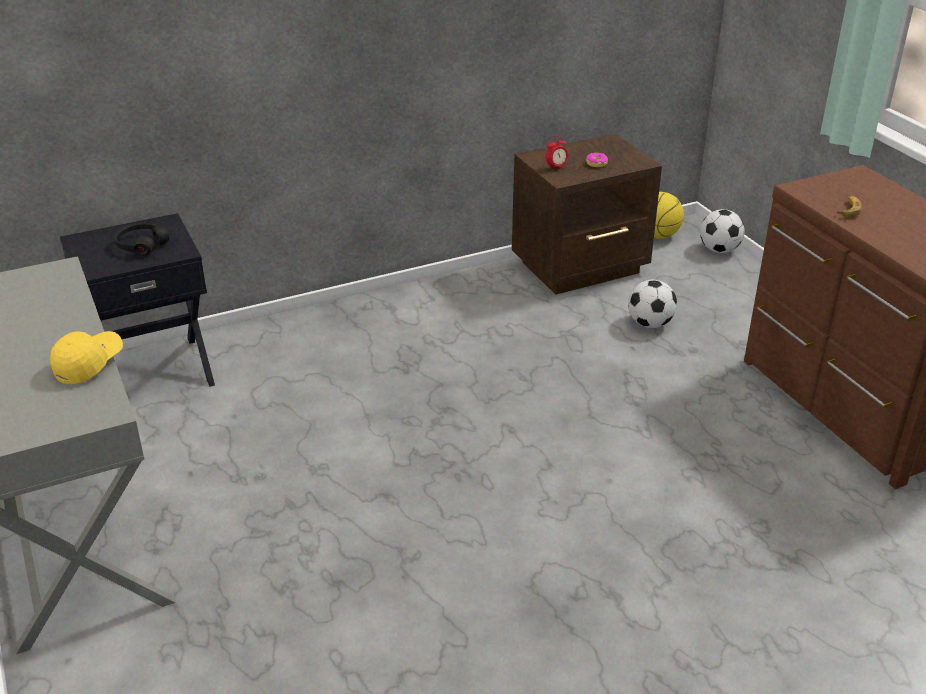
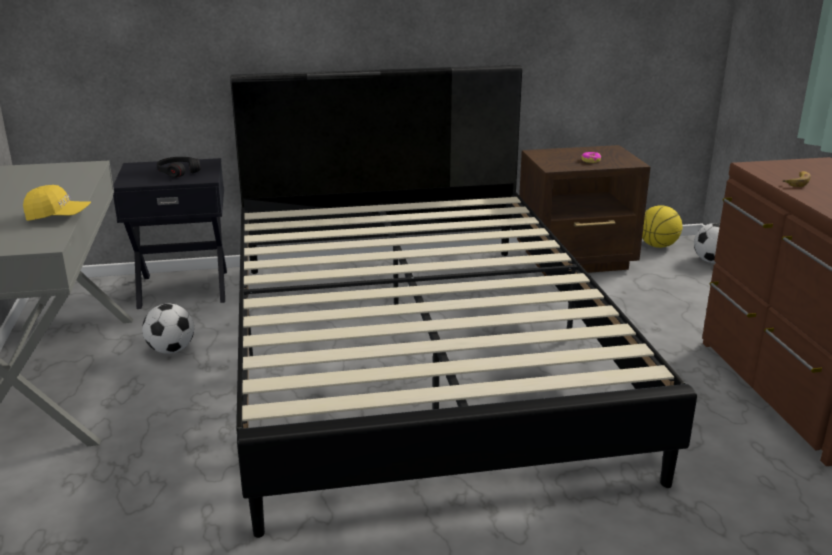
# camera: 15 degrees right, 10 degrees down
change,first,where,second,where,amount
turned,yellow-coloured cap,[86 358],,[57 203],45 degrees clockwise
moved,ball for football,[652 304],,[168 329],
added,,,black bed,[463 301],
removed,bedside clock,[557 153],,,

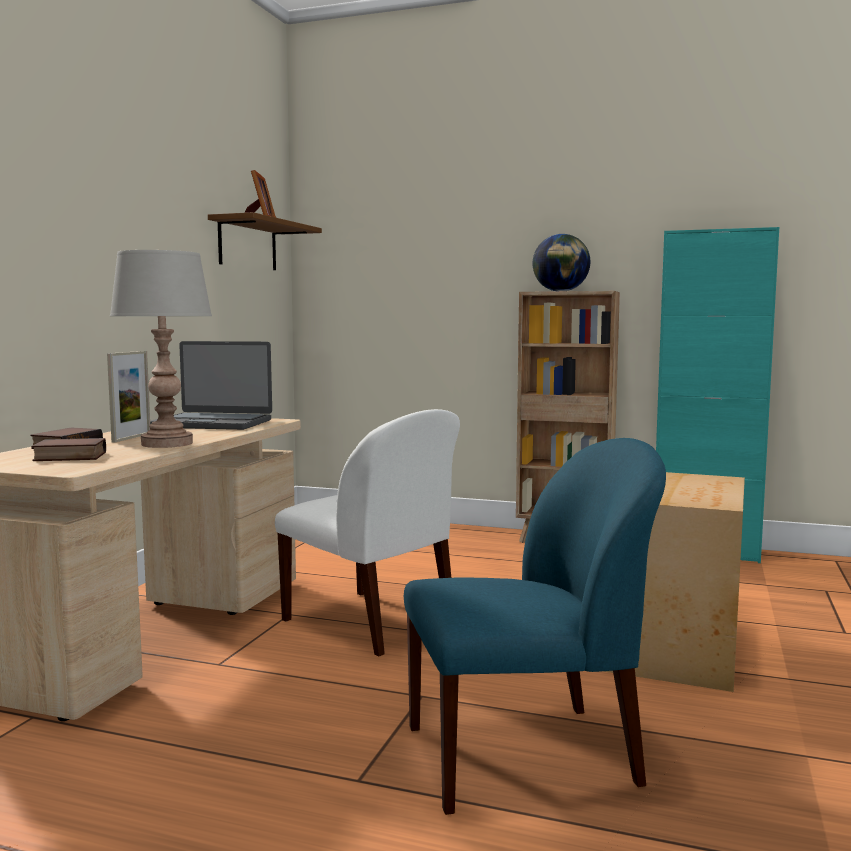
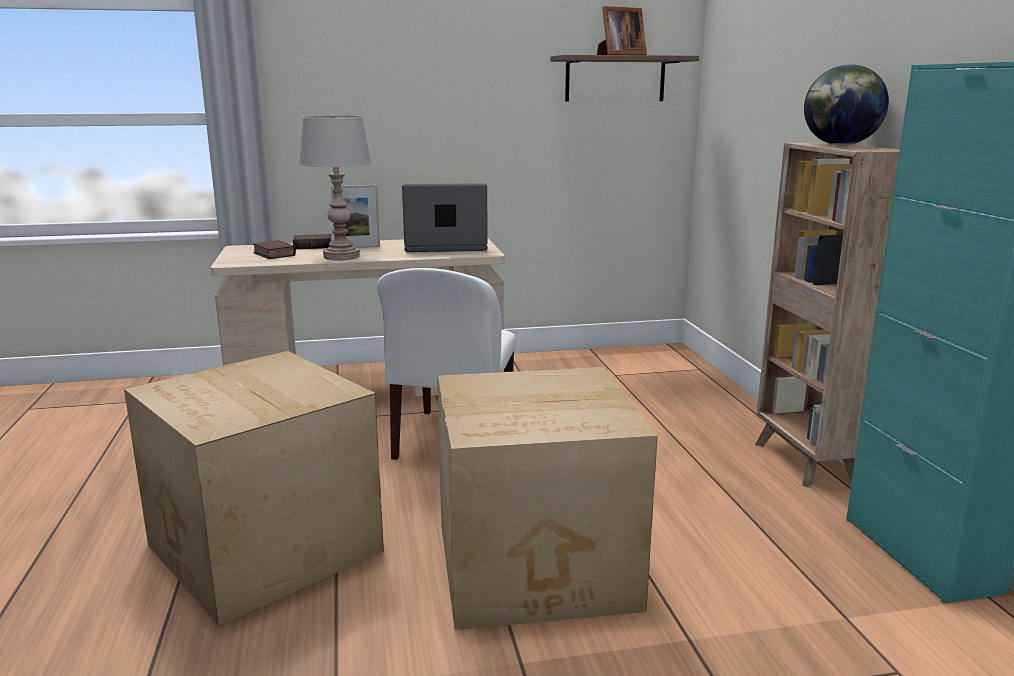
# camera: 60 degrees right, 10 degrees up
change,first,where,second,where,amount
replaced,blue plain chair,[535 626],cardboard box,[254 488],
turned,laptop,[211 385],,[445 217],105 degrees clockwise

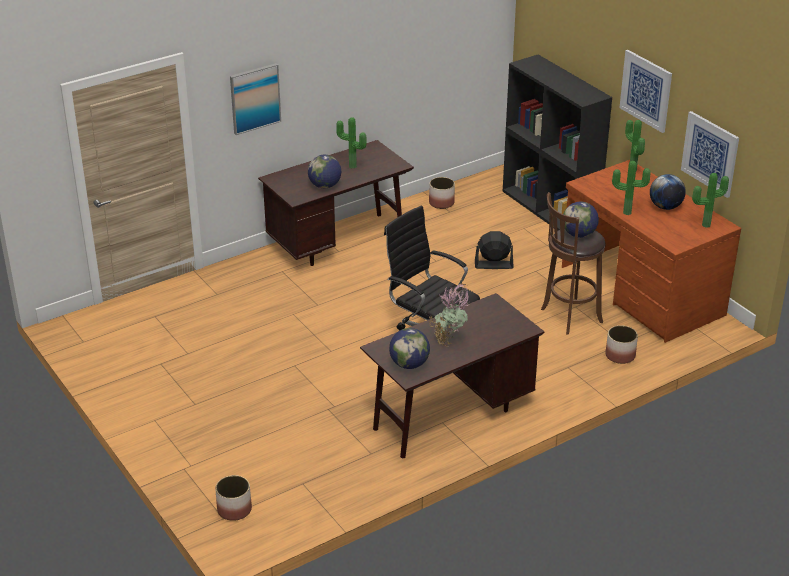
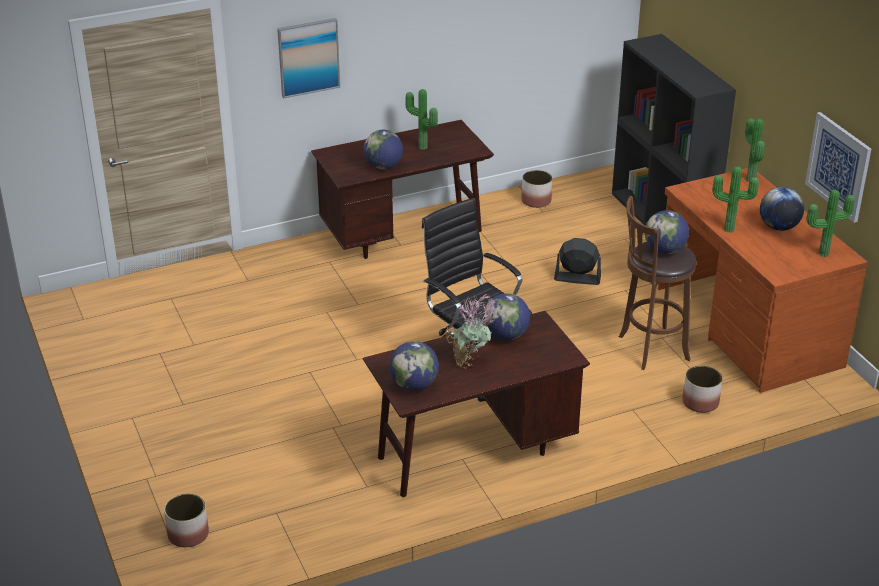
# camera: 10 degrees right, 0 degrees up
change,first,where,second,where,amount
added,,,desk globe,[506 317],
removed,wall picture,[645 91],,,

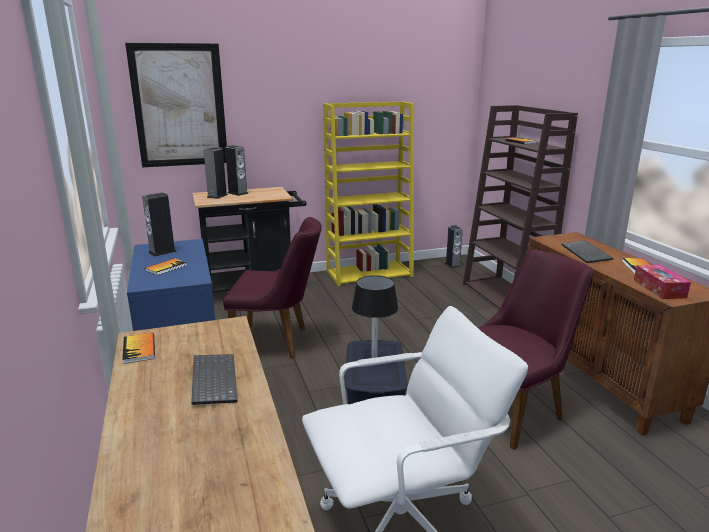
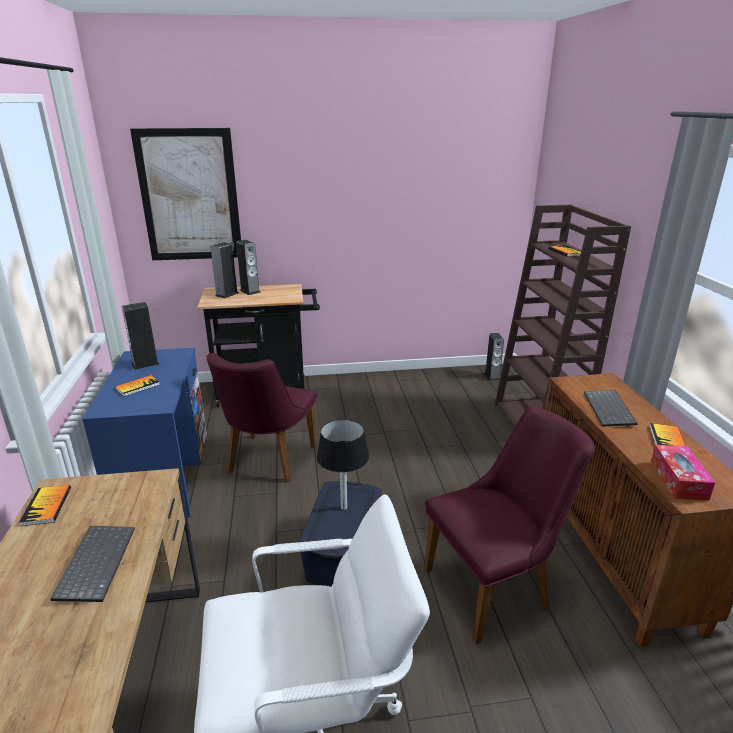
# camera: 10 degrees right, 5 degrees up
change,first,where,second,where,amount
turned,purple-coloured plain chair,[272 288],,[262 418],90 degrees clockwise
removed,yellow-coloured shelving unit,[368 193],,,

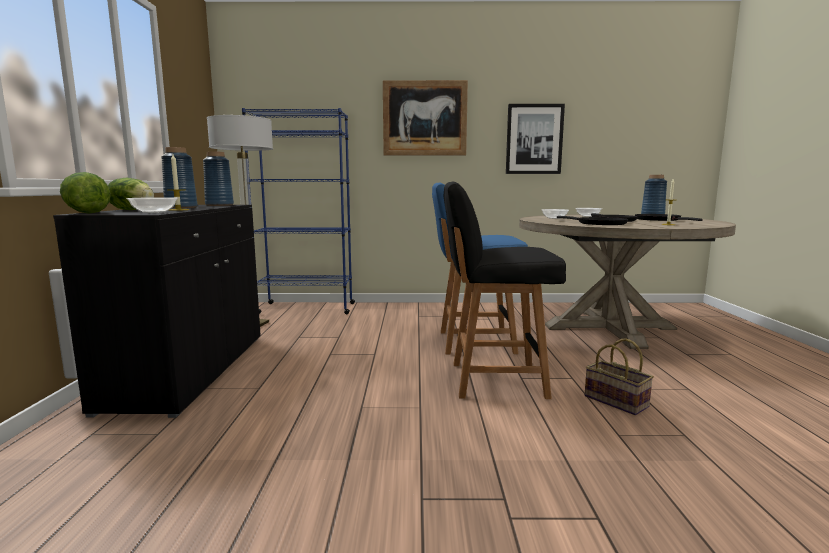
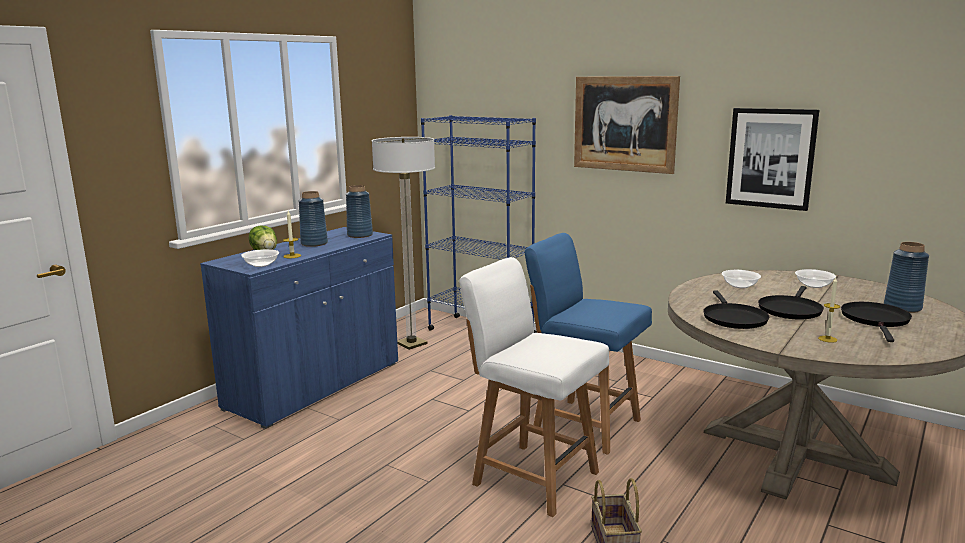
# camera: 35 degrees right, 5 degrees up
change,first,where,second,where,amount
recoloured,black cupboard,[157 311],blue cupboard,[299 328],
recoloured,black plain chair,[505 290],whitish plain chair,[534 387],
removed,lettuce,[85 192],,,

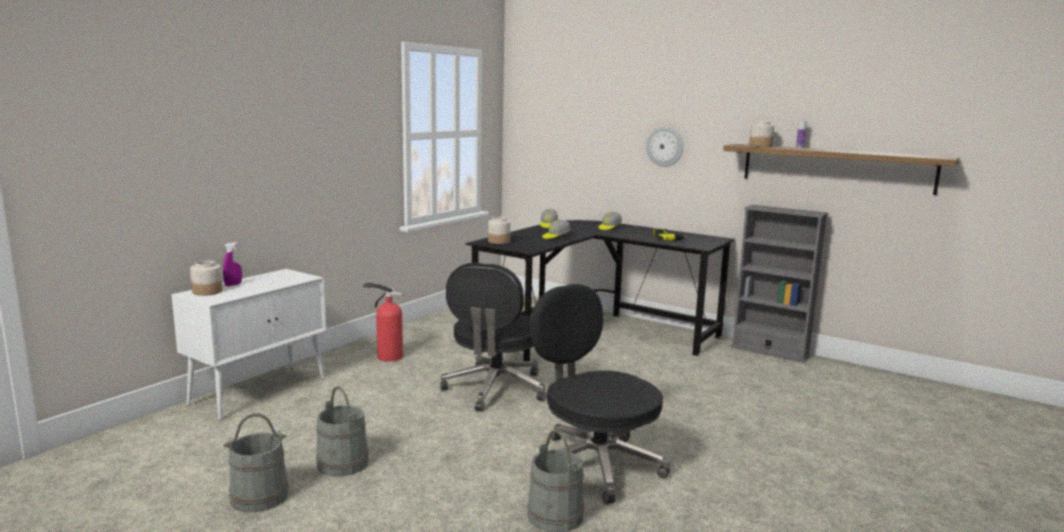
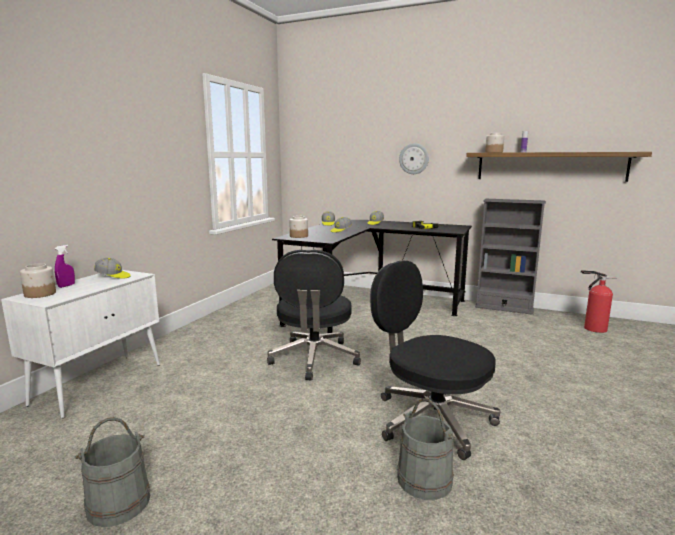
# camera: 10 degrees left, 0 degrees up
change,first,where,second,where,amount
added,,,cap,[112 268],
moved,fire extinguisher,[383 322],,[599 301],
removed,grey water bucket,[342 431],,,

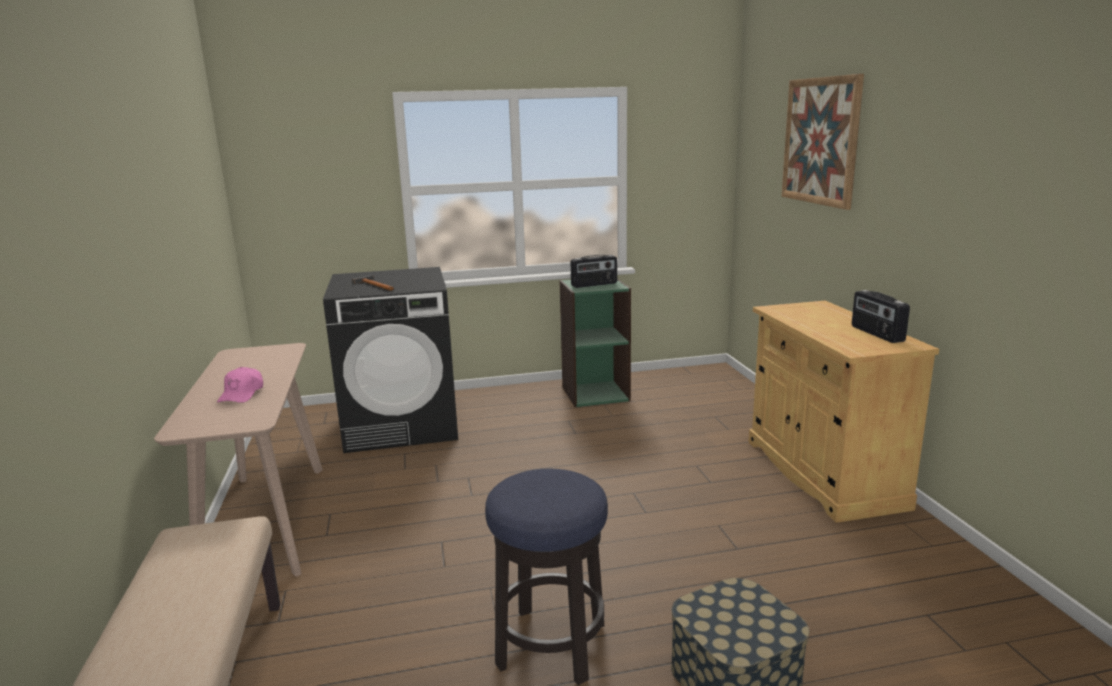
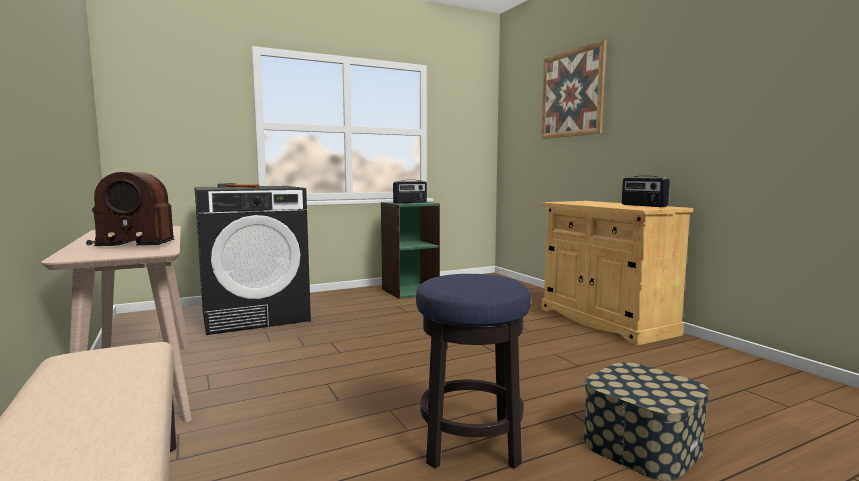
# camera: 15 degrees left, 10 degrees down
change,first,where,second,where,amount
replaced,pink cap,[240 385],radio receiver,[130 209],

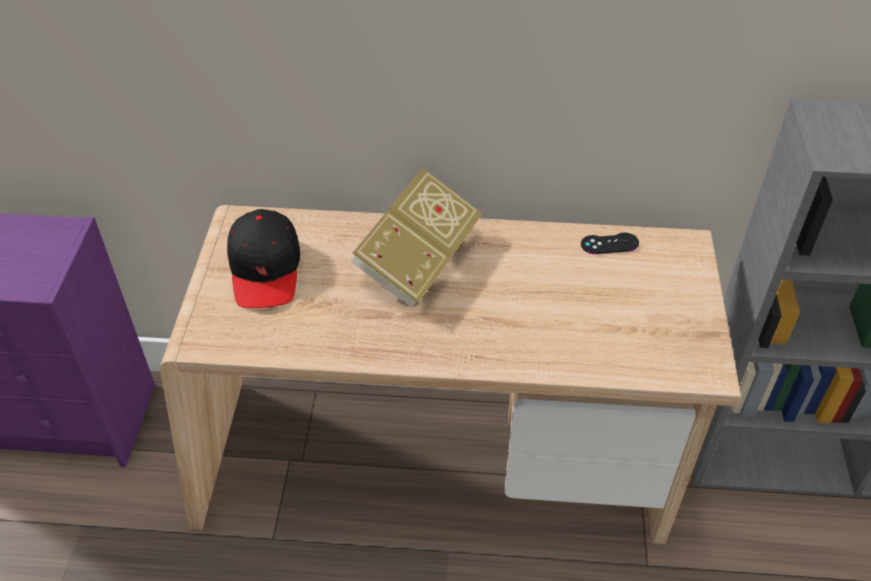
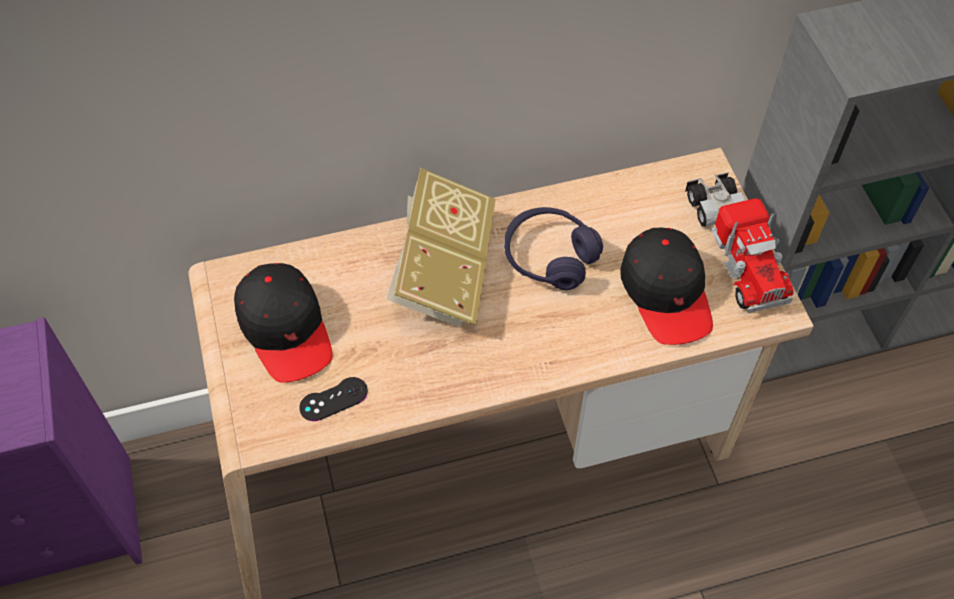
# camera: 20 degrees left, 10 degrees up
change,first,where,second,where,amount
moved,black gamepad,[610 243],,[333 399],
added,,,purple-coloured headset,[553 248],
added,,,black cap,[666 286],
added,,,model truck,[739 242],

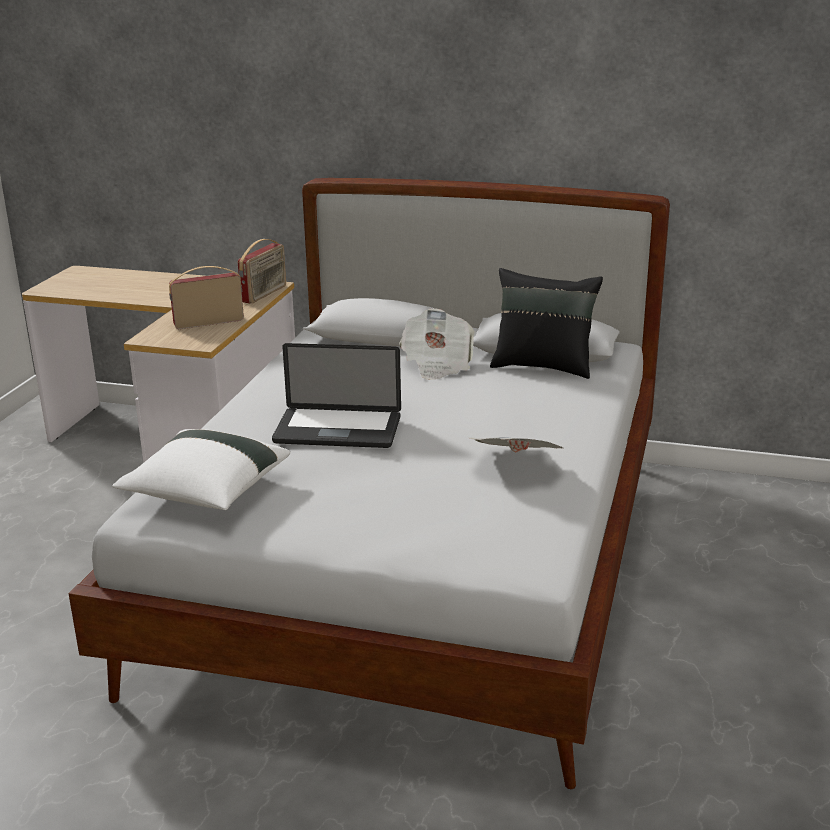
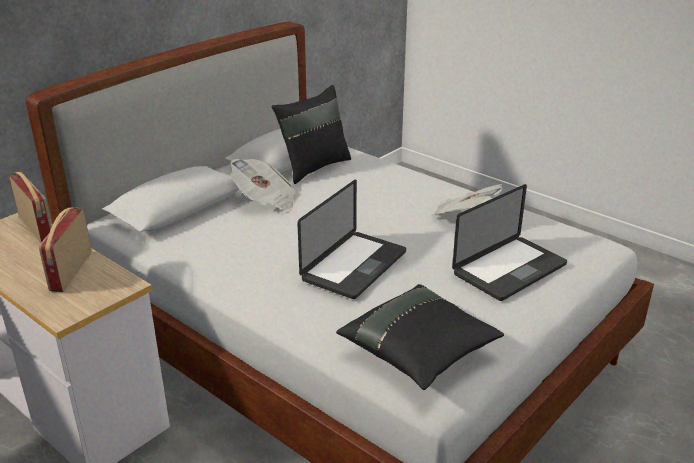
# camera: 65 degrees left, 5 degrees up
change,first,where,second,where,amount
recoloured,whitish cushion,[201 469],black cushion,[420 337],
added,,,laptop,[509 242],

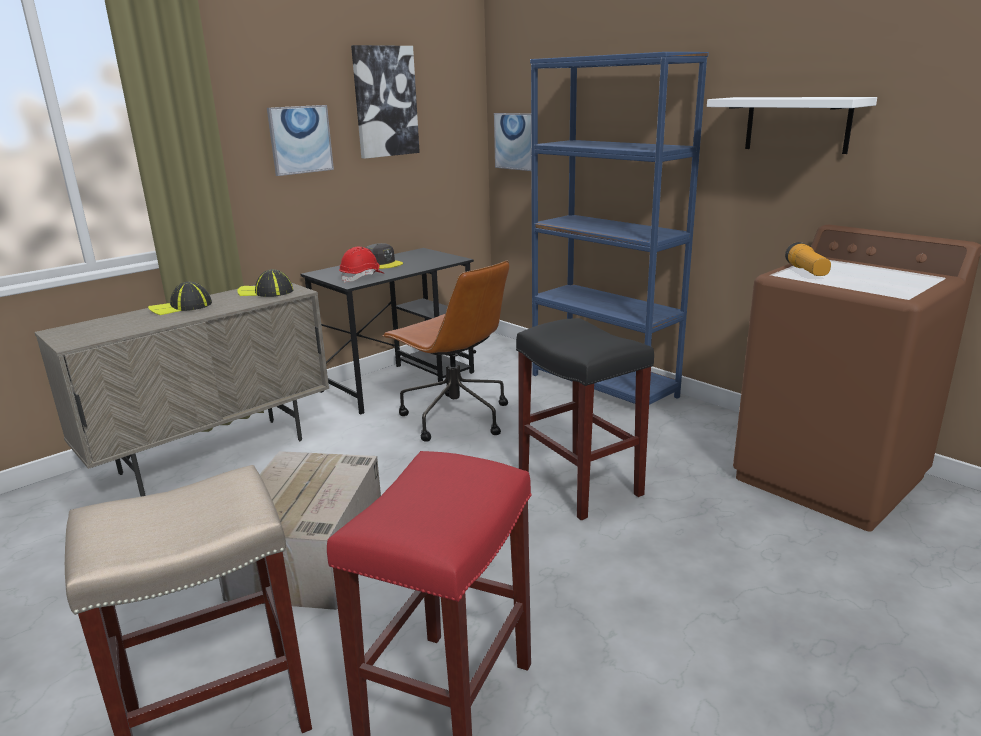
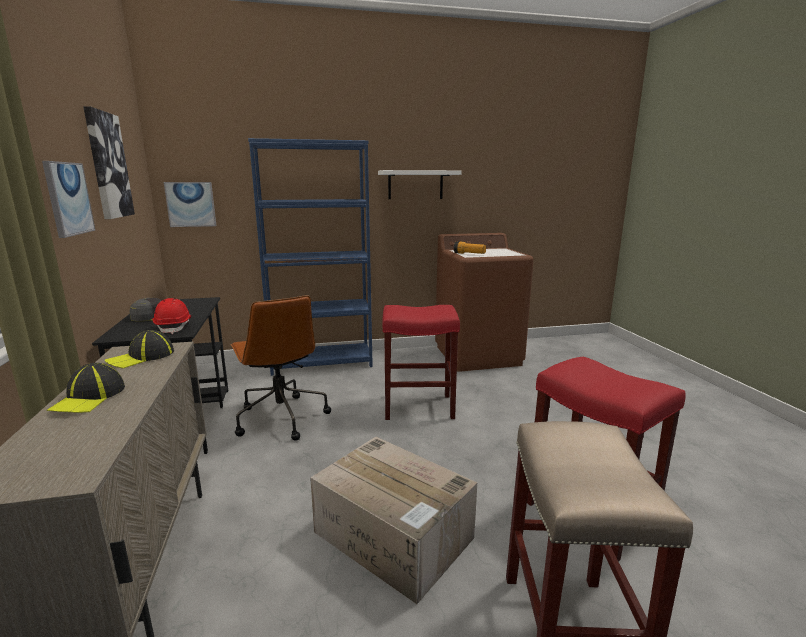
# camera: 60 degrees left, 5 degrees down
change,first,where,second,where,amount
turned,brownish computer chair,[445 351],,[280 368],75 degrees clockwise
recoloured,black sitting stool,[585 419],red sitting stool,[421 362],

